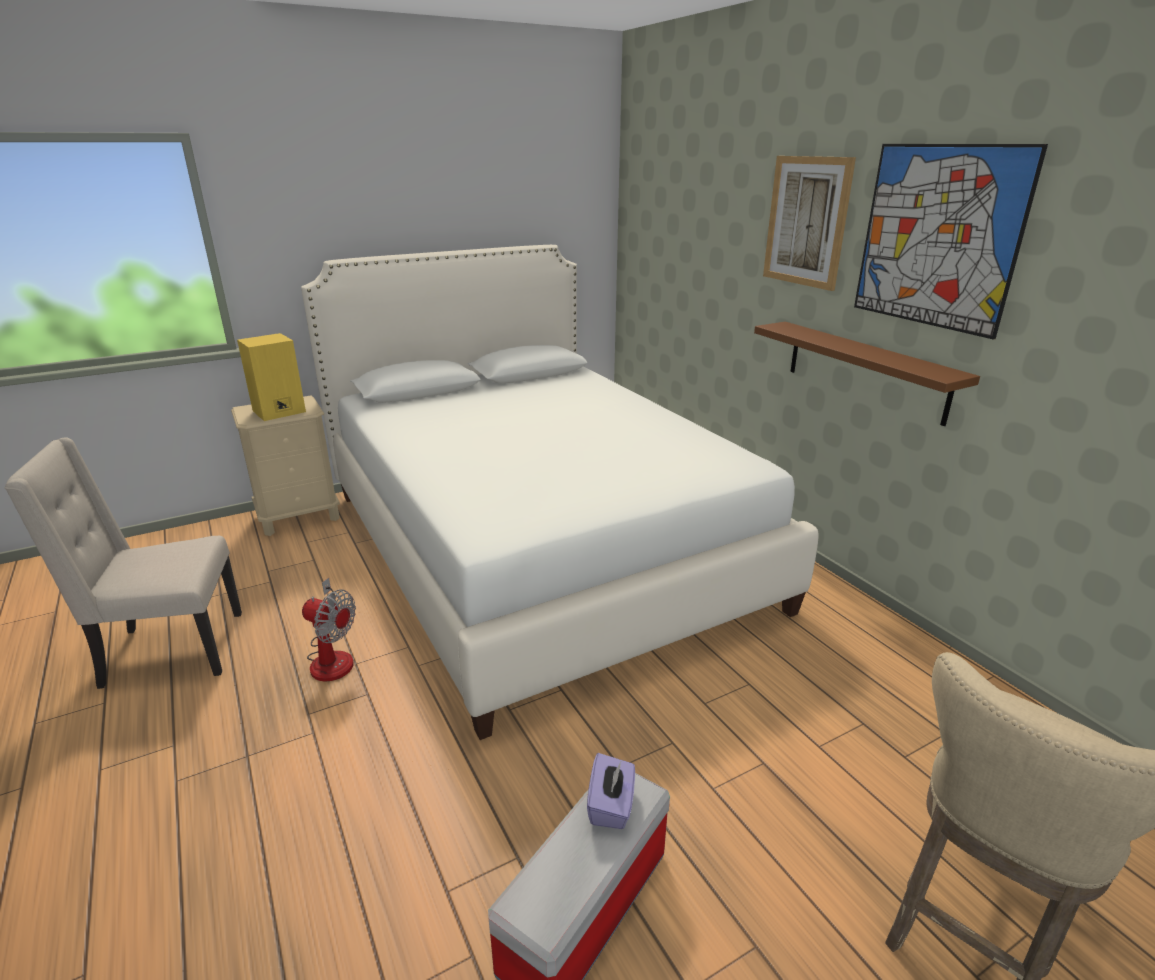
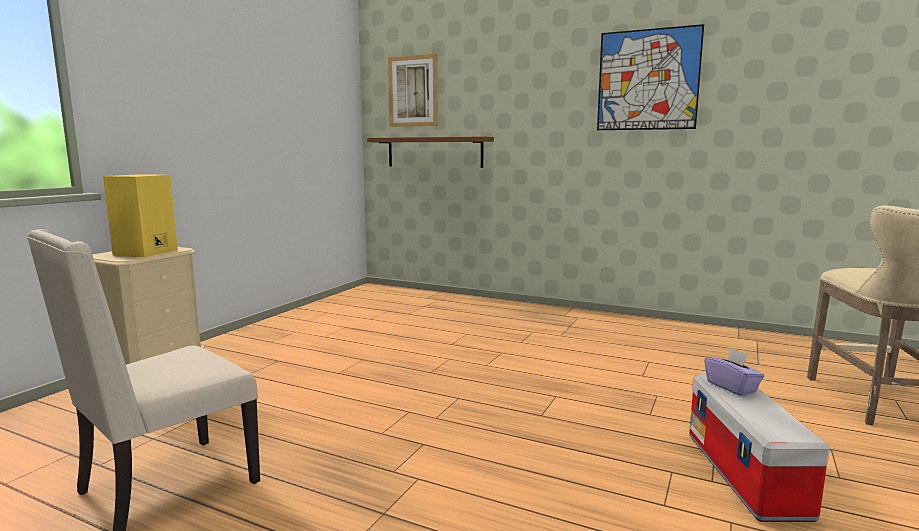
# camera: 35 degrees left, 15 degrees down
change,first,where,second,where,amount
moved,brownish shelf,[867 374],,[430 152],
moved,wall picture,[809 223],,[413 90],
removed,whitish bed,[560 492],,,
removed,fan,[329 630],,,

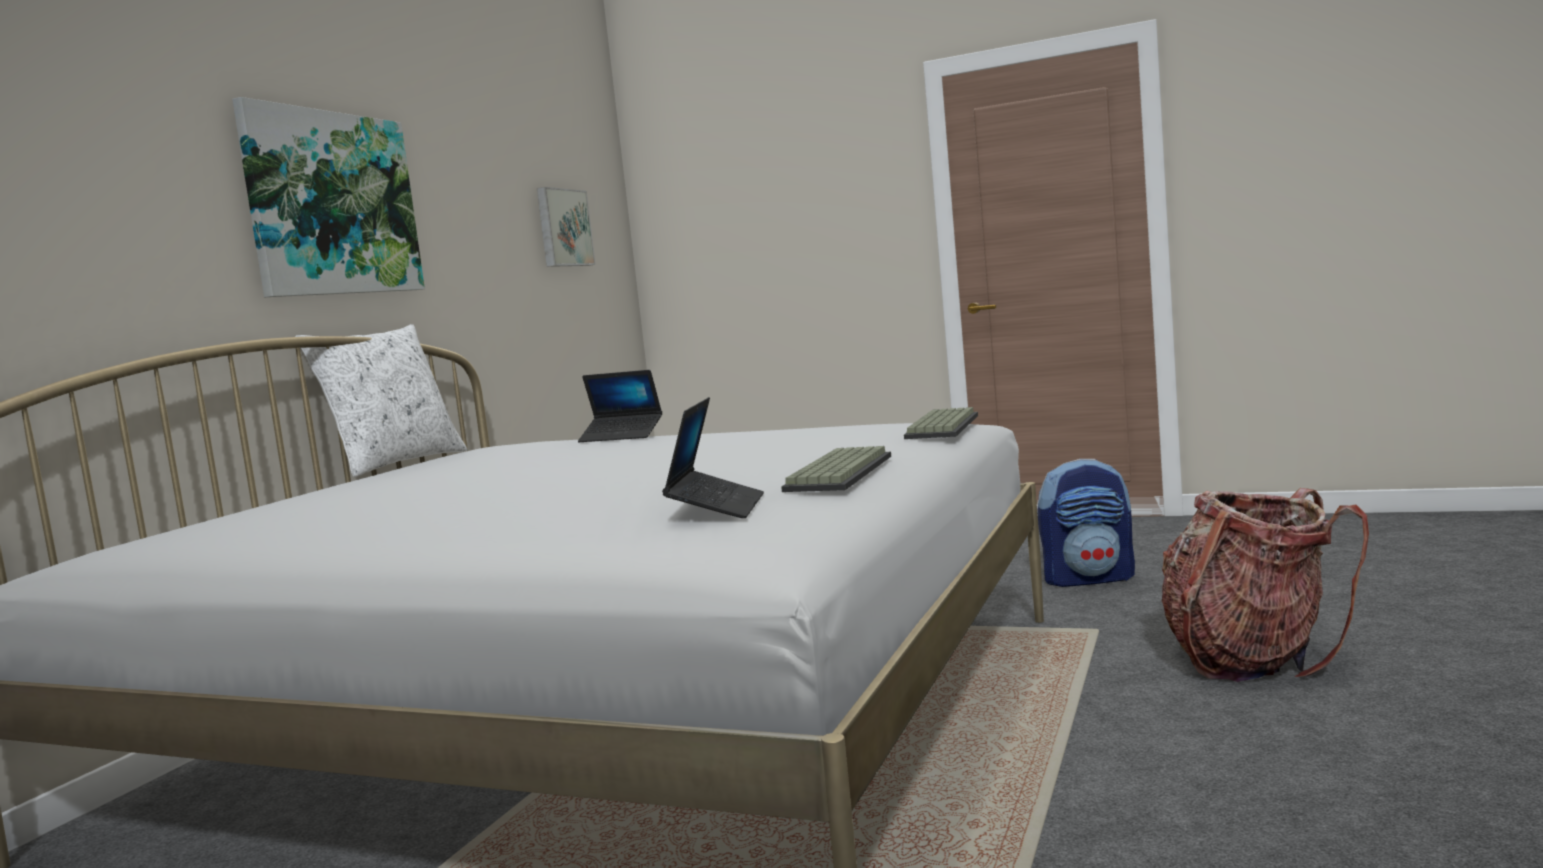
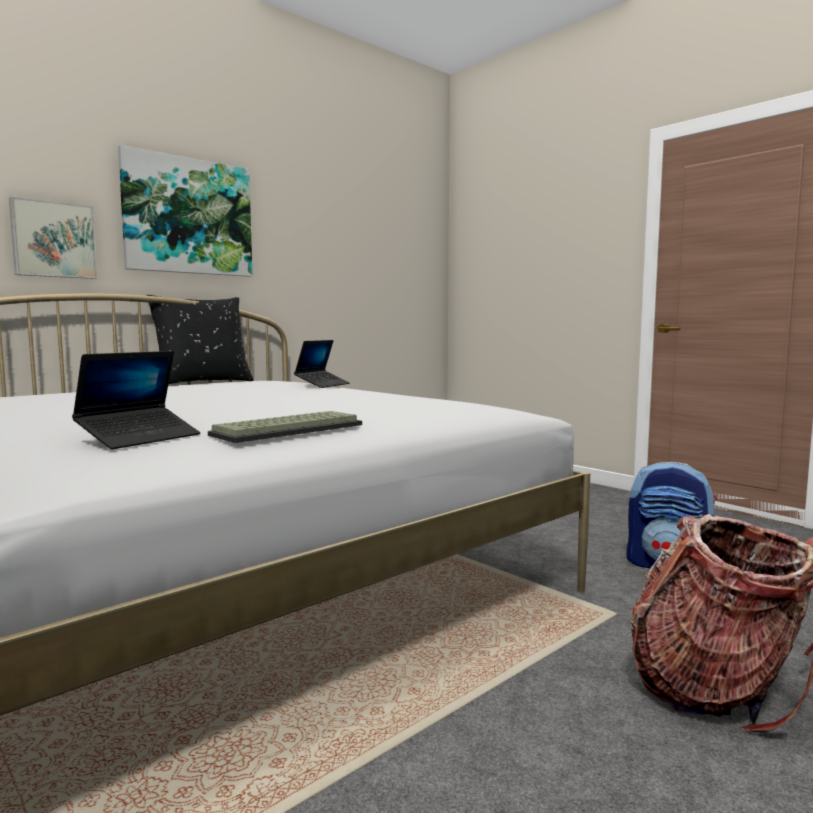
# camera: 25 degrees right, 0 degrees up
change,first,where,second,where,amount
moved,wall picture,[566 227],,[53 238],
recoloured,whitish cushion,[381 400],black cushion,[200 339],
turned,laptop,[620 406],,[322 364],105 degrees counterclockwise
removed,keyboard,[941 423],,,

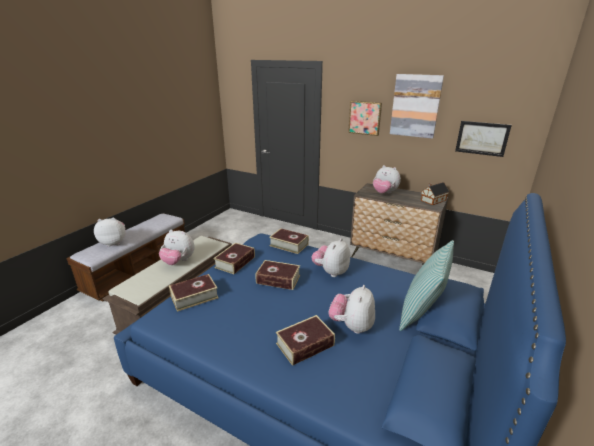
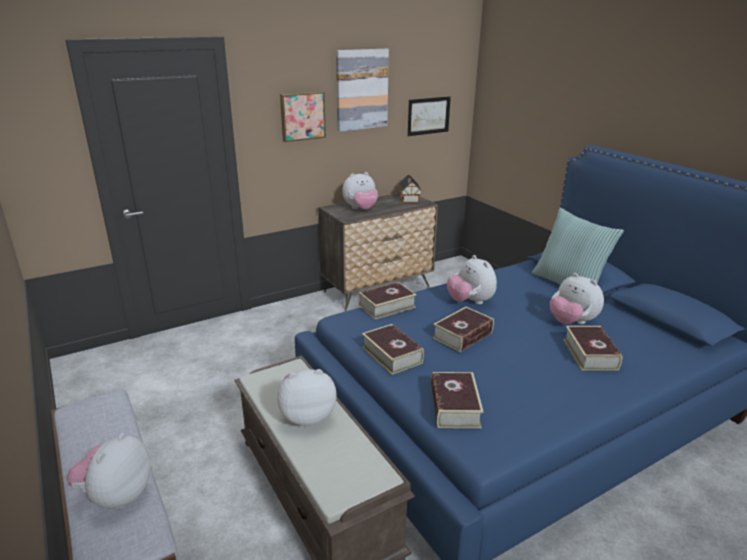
# camera: 60 degrees left, 0 degrees up
change,first,where,second,where,amount
turned,plush toy,[177 247],,[307 397],150 degrees counterclockwise

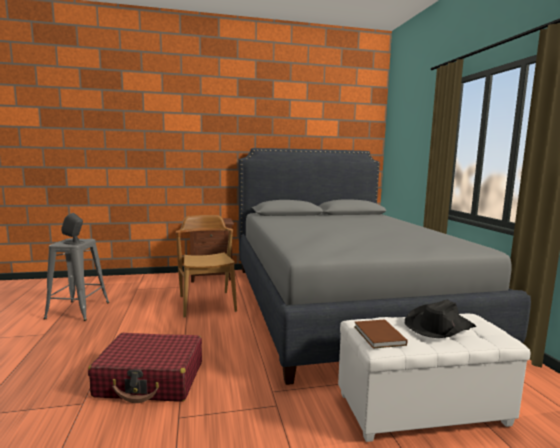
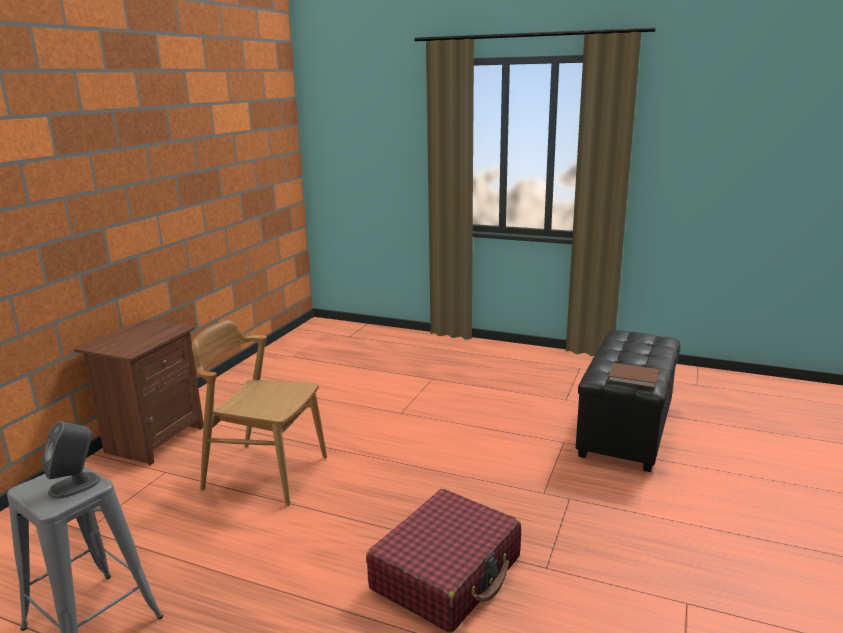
# camera: 55 degrees left, 10 degrees up
change,first,where,second,where,amount
recoloured,whitish pouffe,[434 378],black pouffe,[628 401],
removed,grey bed,[384 266],,,
removed,black clothing hat,[440 318],,,

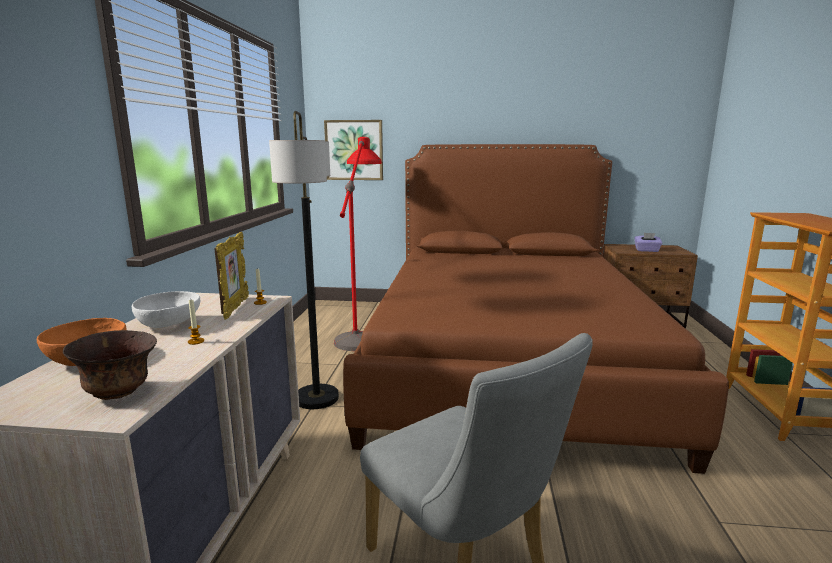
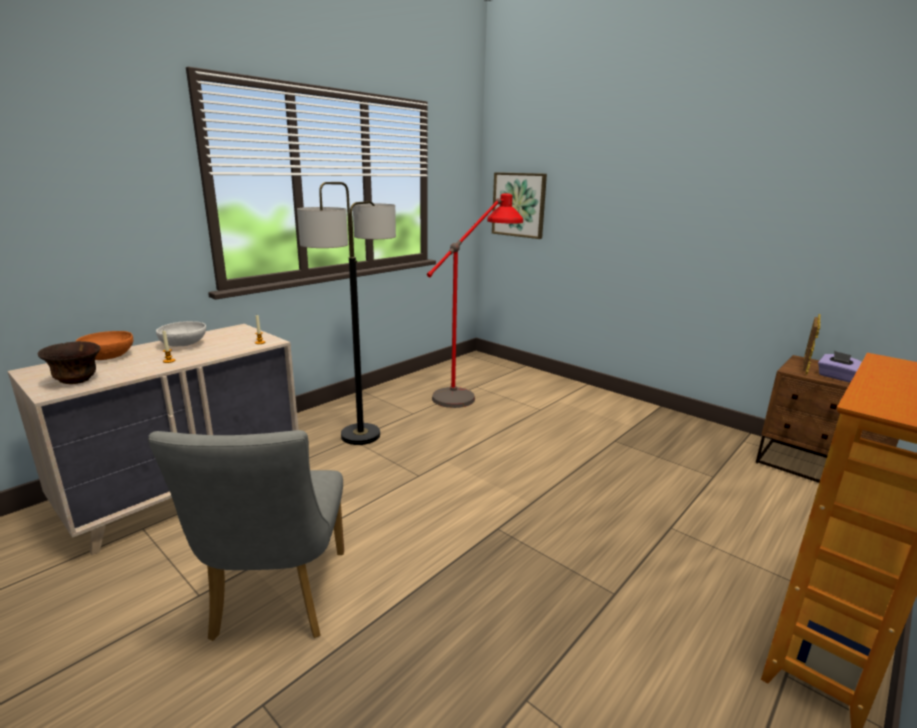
# camera: 35 degrees right, 5 degrees up
change,first,where,second,where,amount
moved,picture frame,[231 276],,[811 344],
removed,brownish bed,[536 309],,,

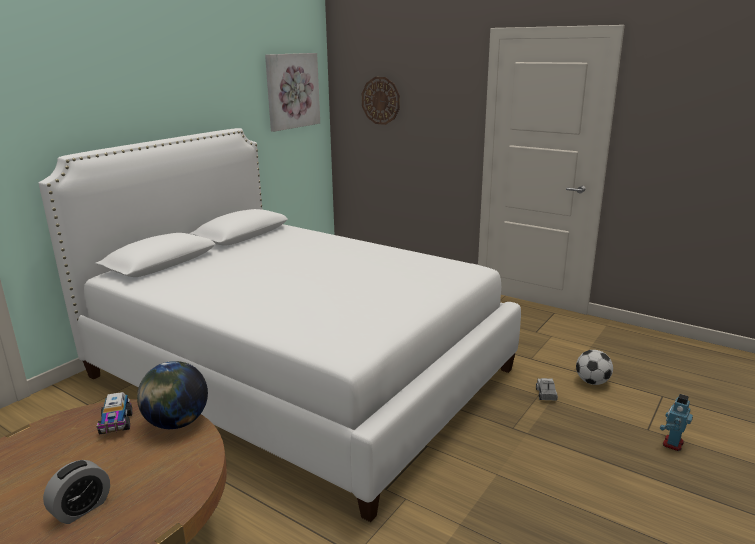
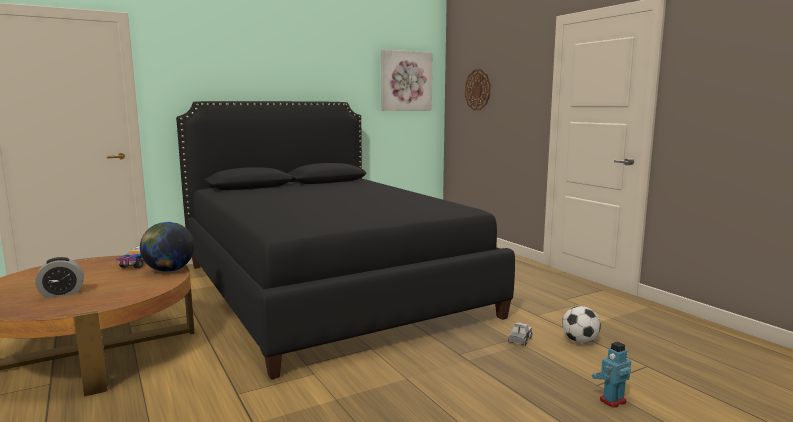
# camera: 25 degrees right, 10 degrees down
change,first,where,second,where,amount
recoloured,whitish bed,[280 325],black bed,[345 240],

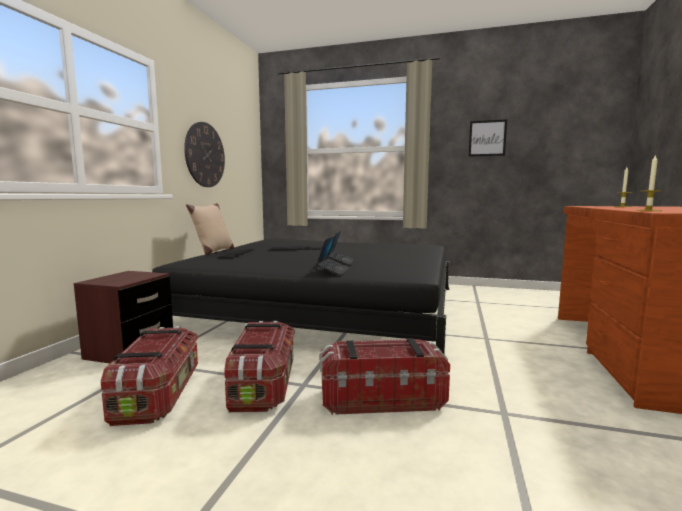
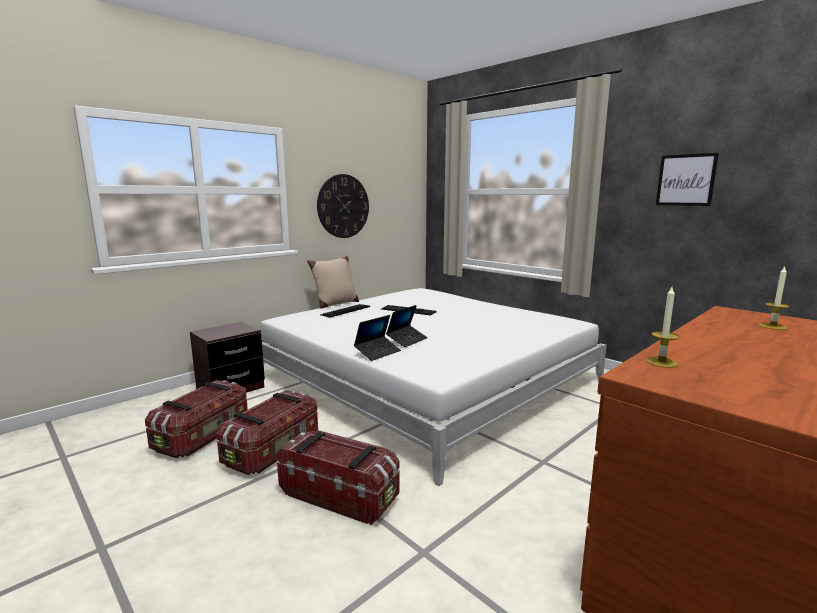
# camera: 30 degrees right, 5 degrees up
change,first,where,second,where,amount
recoloured,black bed,[300 297],whitish bed,[433 387],

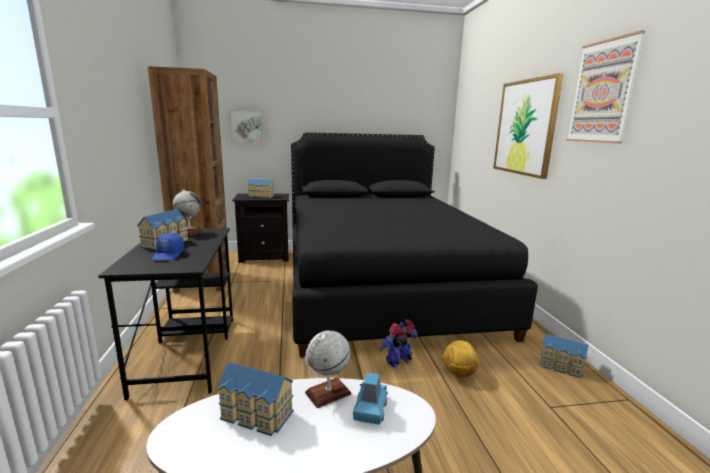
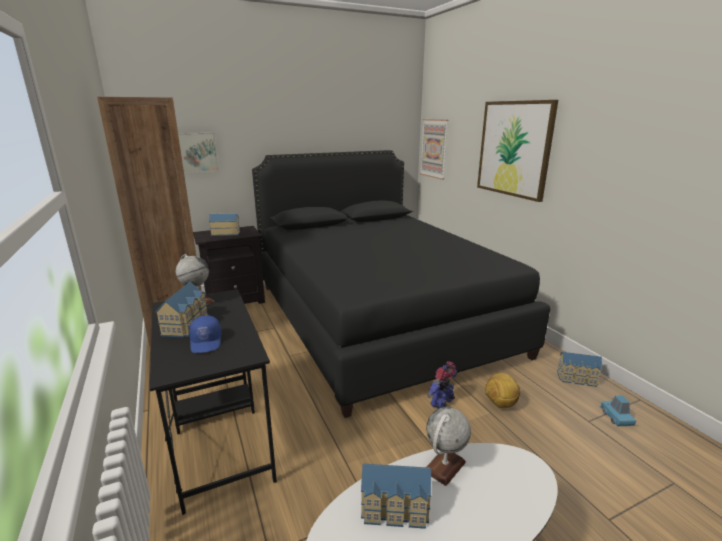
# camera: 15 degrees left, 5 degrees up
change,first,where,second,where,amount
moved,wall picture,[605 87],,[434 149],
moved,blue toy car,[370 399],,[618 410],

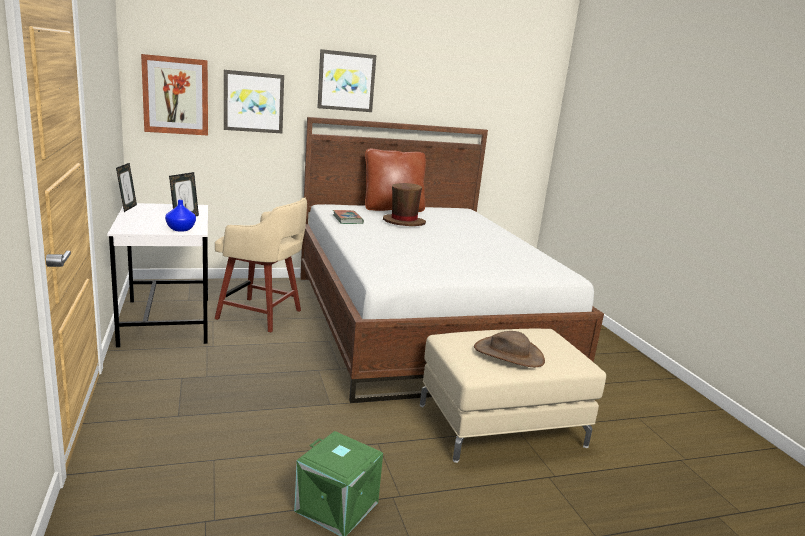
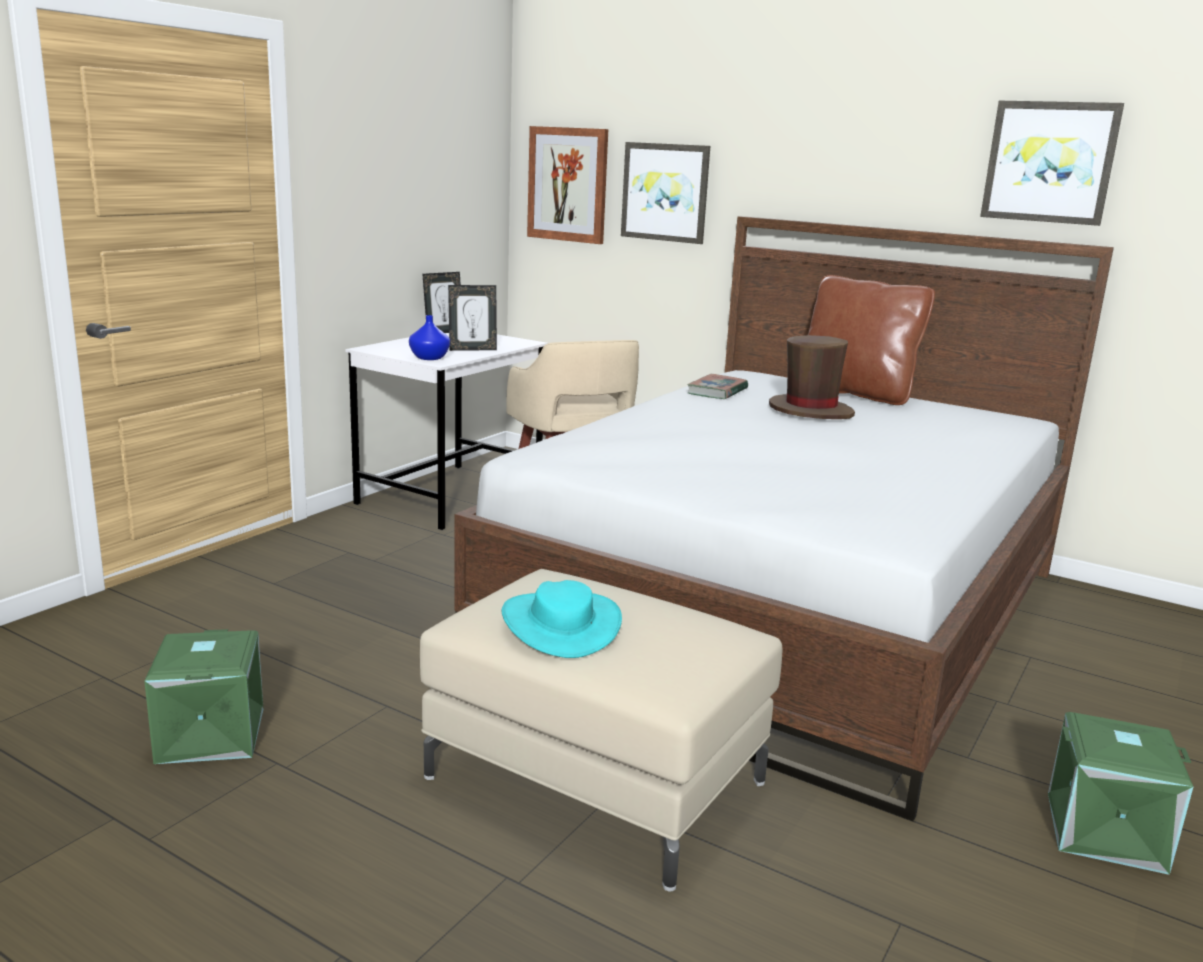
# camera: 50 degrees right, 0 degrees up
change,first,where,second,where,amount
recoloured,brownish clothing hat,[509 349],turquoise clothing hat,[562 619],
moved,wall picture,[346 80],,[1052 163],
added,,,greenish storage container,[1120 793],

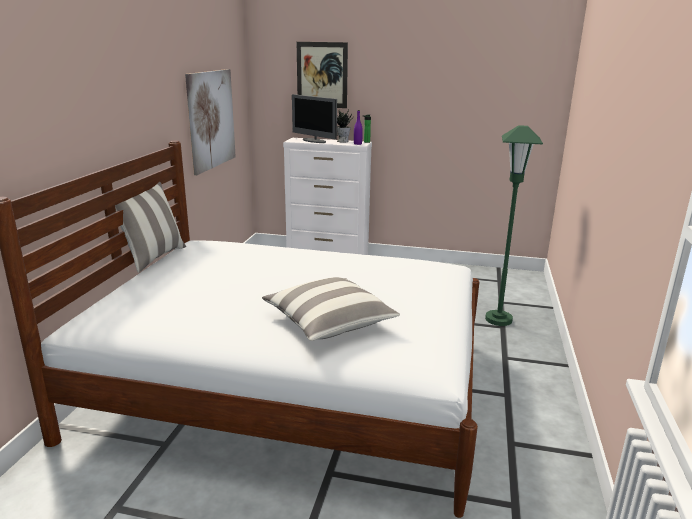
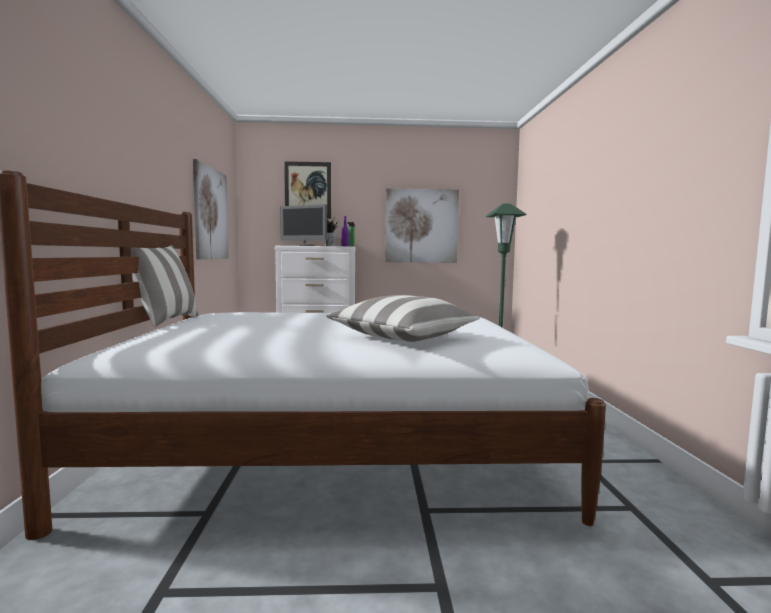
# camera: 15 degrees left, 15 degrees down
change,first,where,second,where,amount
added,,,wall picture,[422 225],

